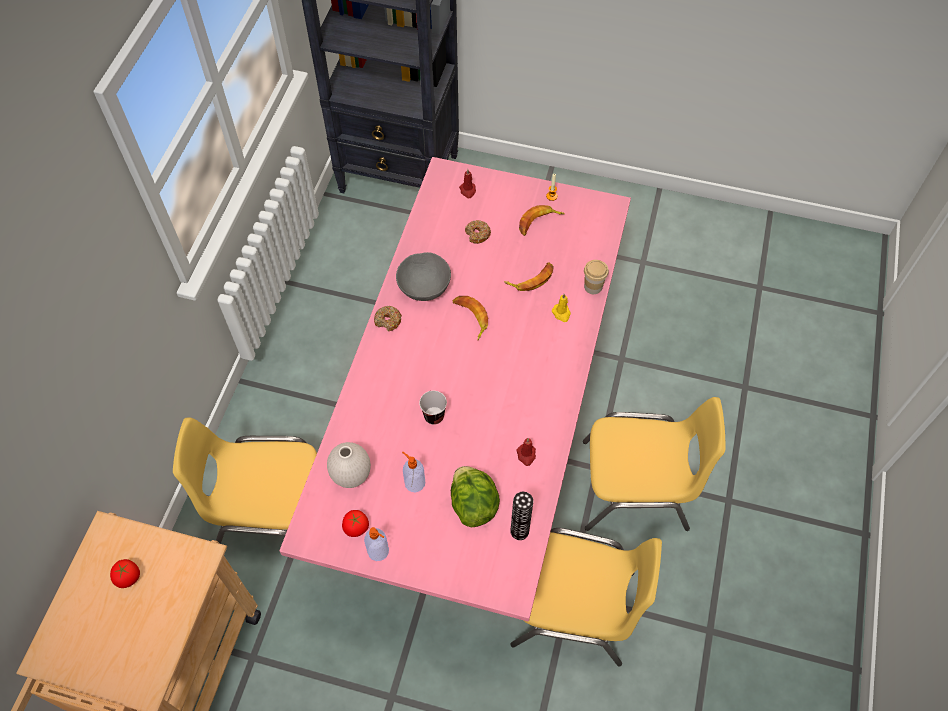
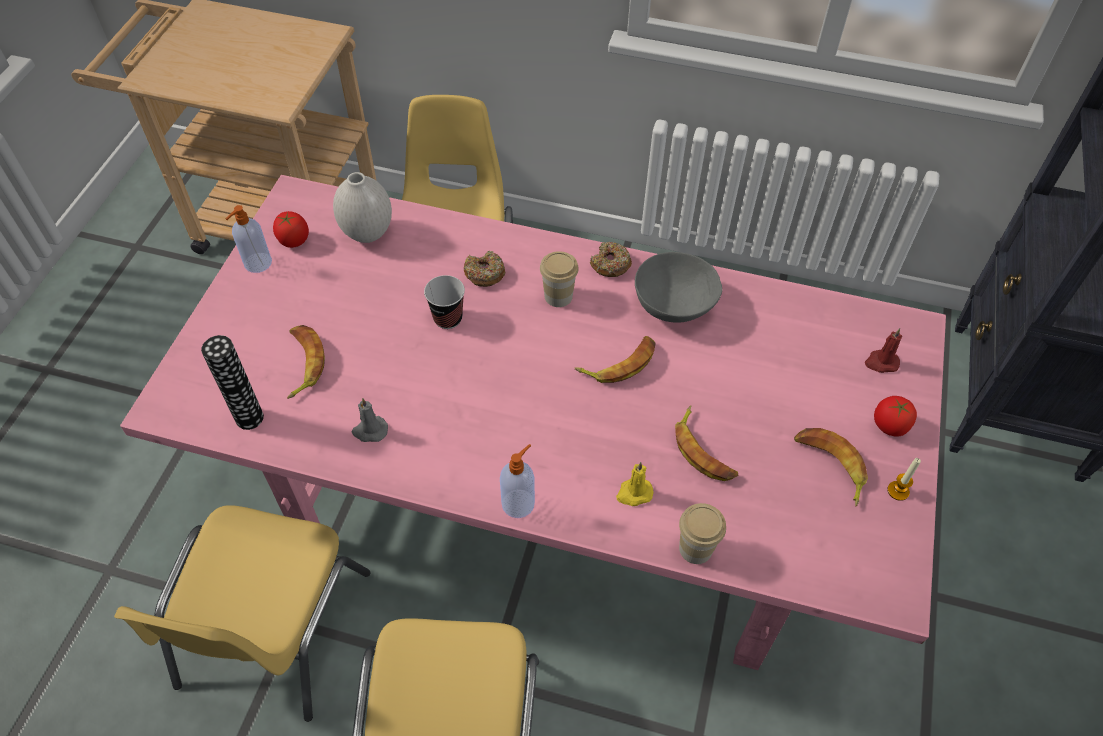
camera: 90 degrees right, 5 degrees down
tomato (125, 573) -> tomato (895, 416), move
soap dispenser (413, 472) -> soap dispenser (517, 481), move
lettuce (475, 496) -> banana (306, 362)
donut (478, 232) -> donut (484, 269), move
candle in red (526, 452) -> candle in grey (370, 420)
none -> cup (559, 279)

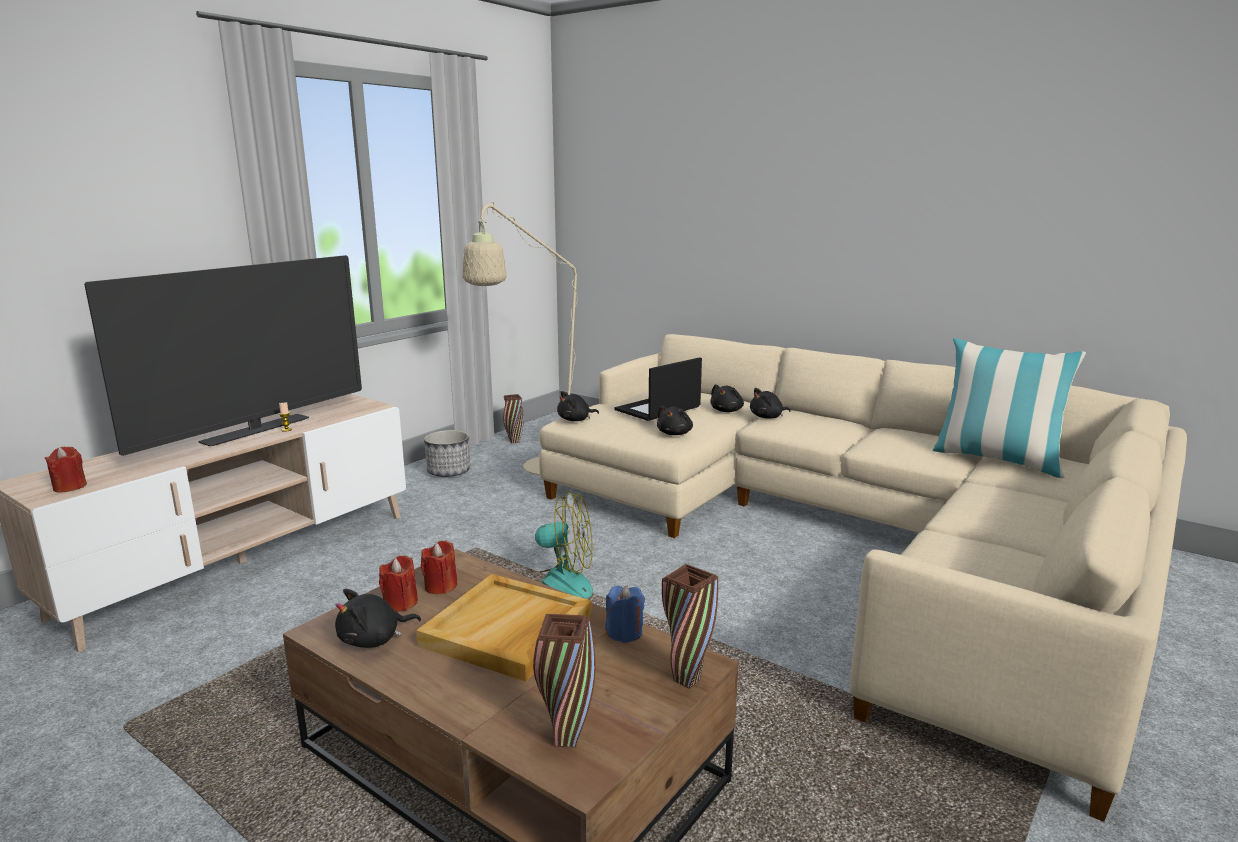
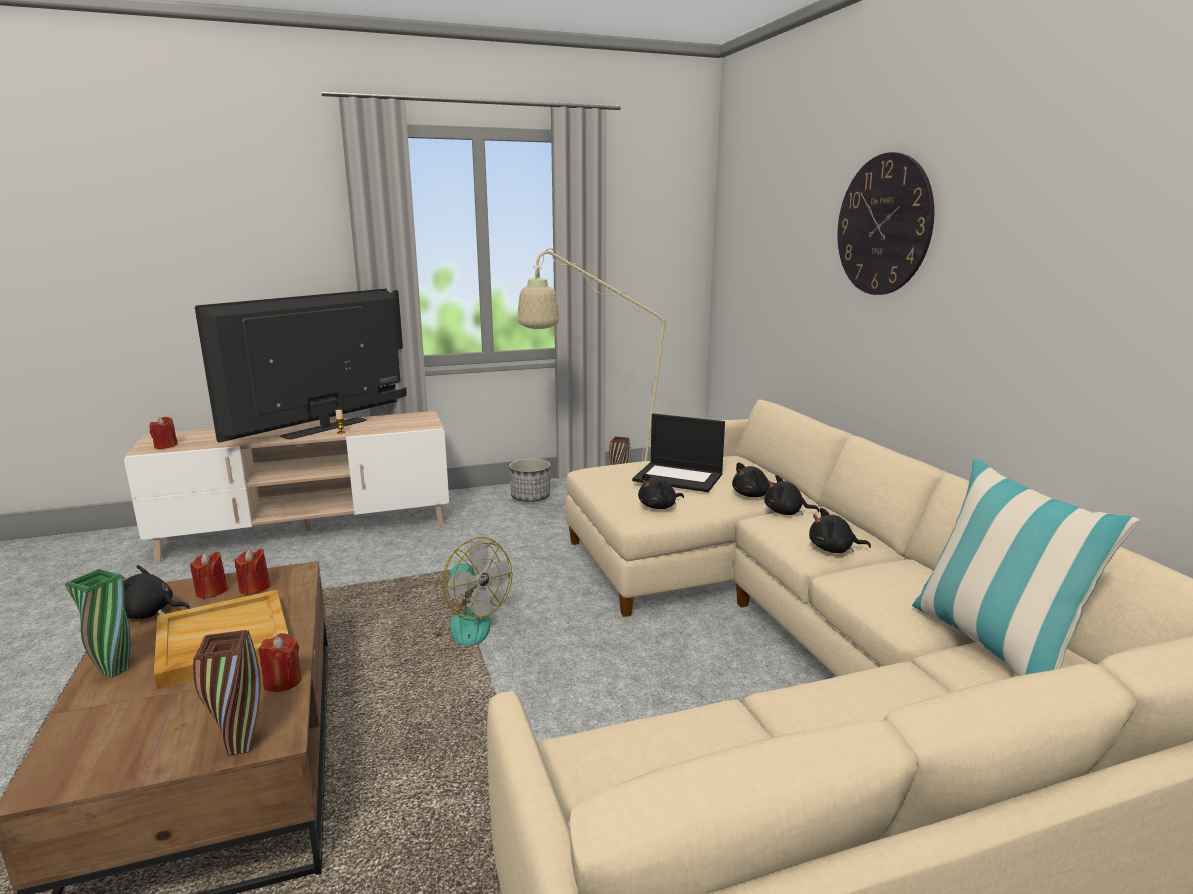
camera: 35 degrees right, 0 degrees up
television (223, 355) -> television (301, 366), 150 degrees clockwise
vase in brown (564, 681) -> none
plush toy in black (578, 406) -> plush toy in black (840, 530), move
candle in blue (625, 614) -> candle in red (280, 662)
laptop (658, 389) -> laptop (678, 452), 150 degrees counterclockwise
none -> vase in green (98, 623)
none -> wall clock (885, 223)

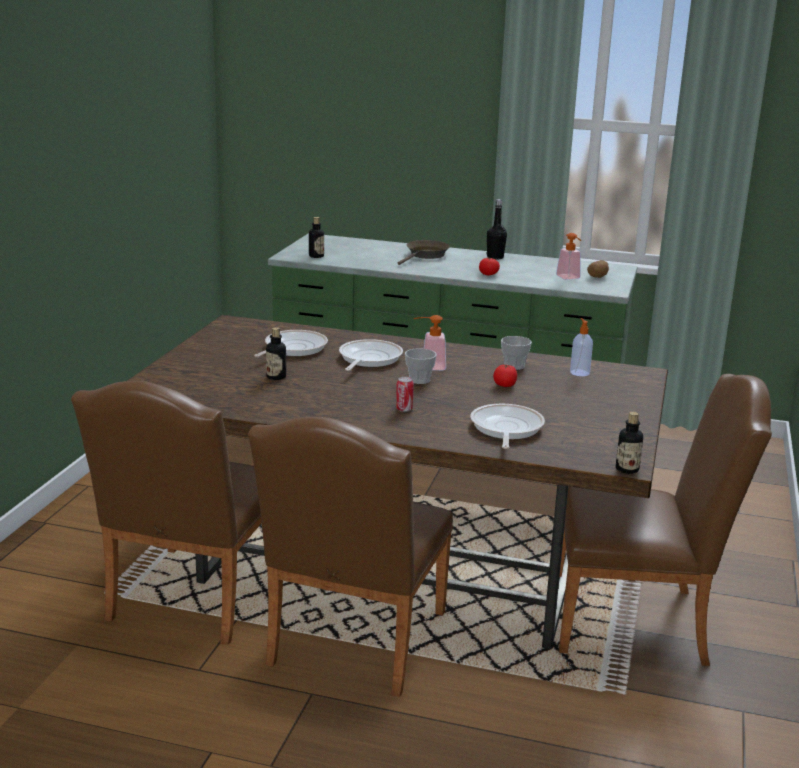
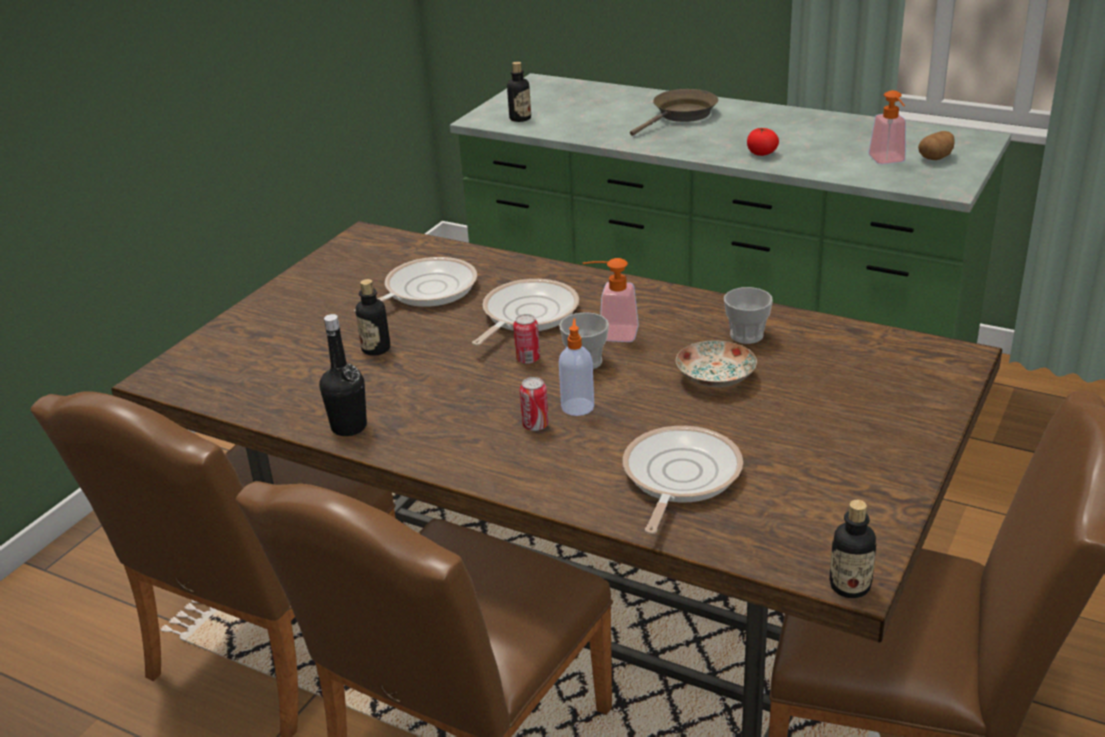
camera: 15 degrees right, 10 degrees up
bottle in black (497, 229) -> bottle in black (343, 375), move
tomato (505, 376) -> plate (716, 363)
soap dispenser (581, 347) -> soap dispenser (576, 367), move
none -> can (526, 339)

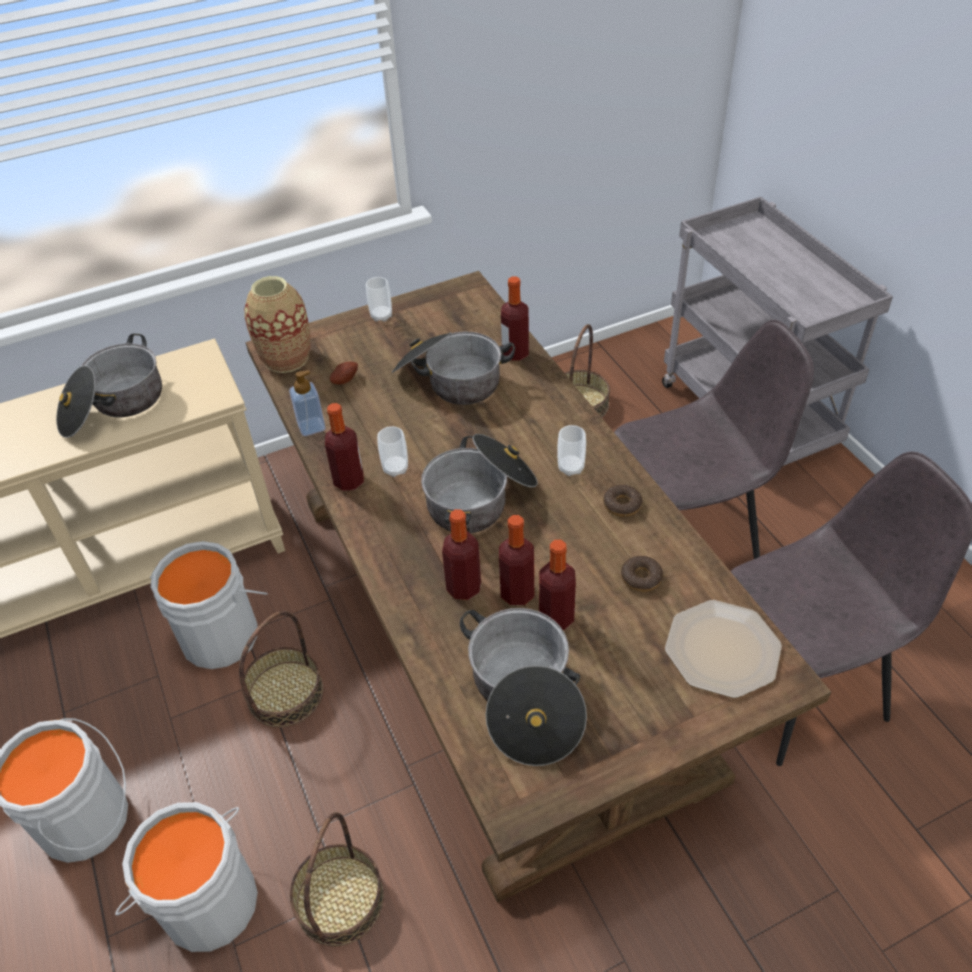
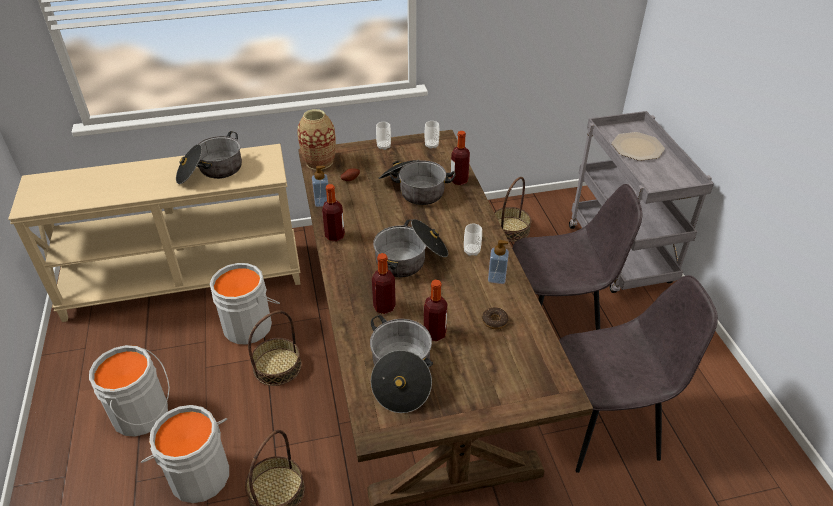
camera: 10 degrees right, 5 degrees down
cup (392, 451) -> cup (432, 135), move
bottle (516, 560) -> none
donut (622, 500) -> soap dispenser (498, 262)
plate (723, 649) -> plate (638, 146), move

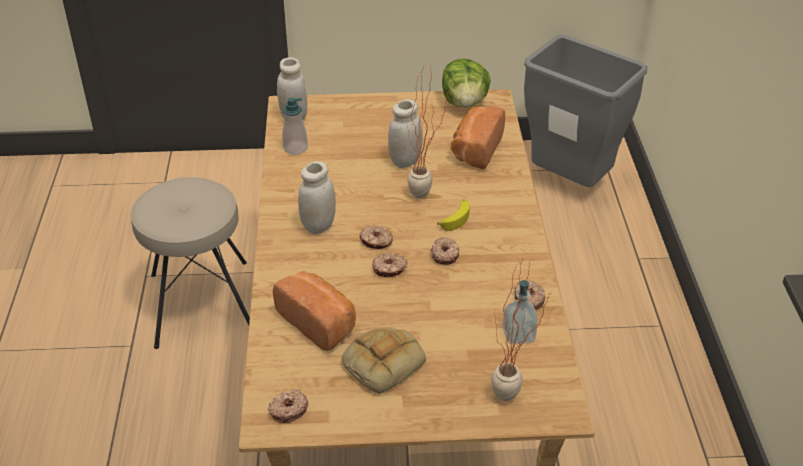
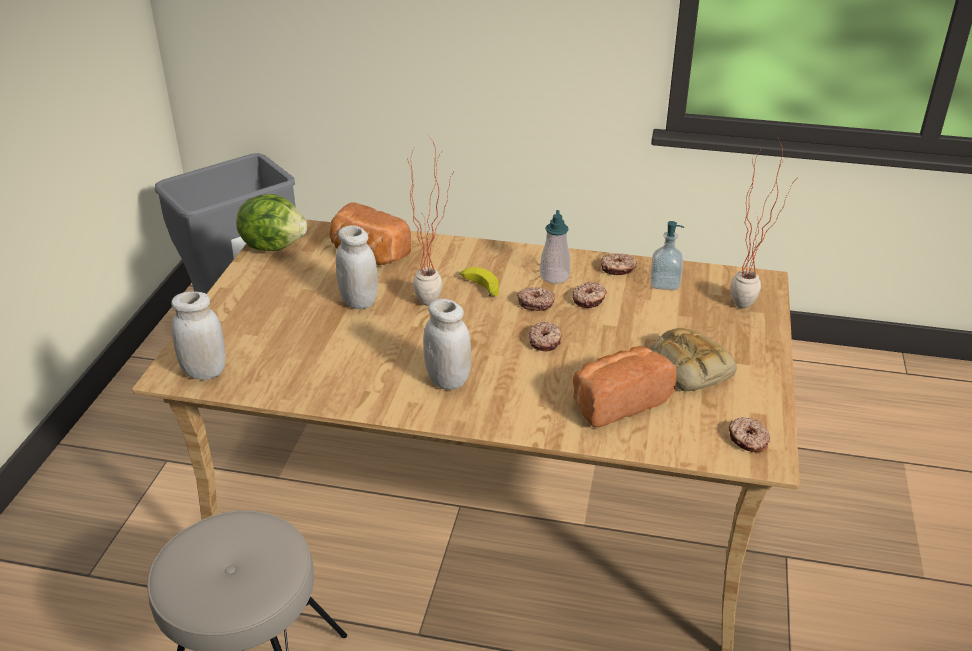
camera: 75 degrees left, 5 degrees down
soap dispenser (295, 126) -> soap dispenser (555, 247), move
donut (376, 237) -> donut (589, 295), move

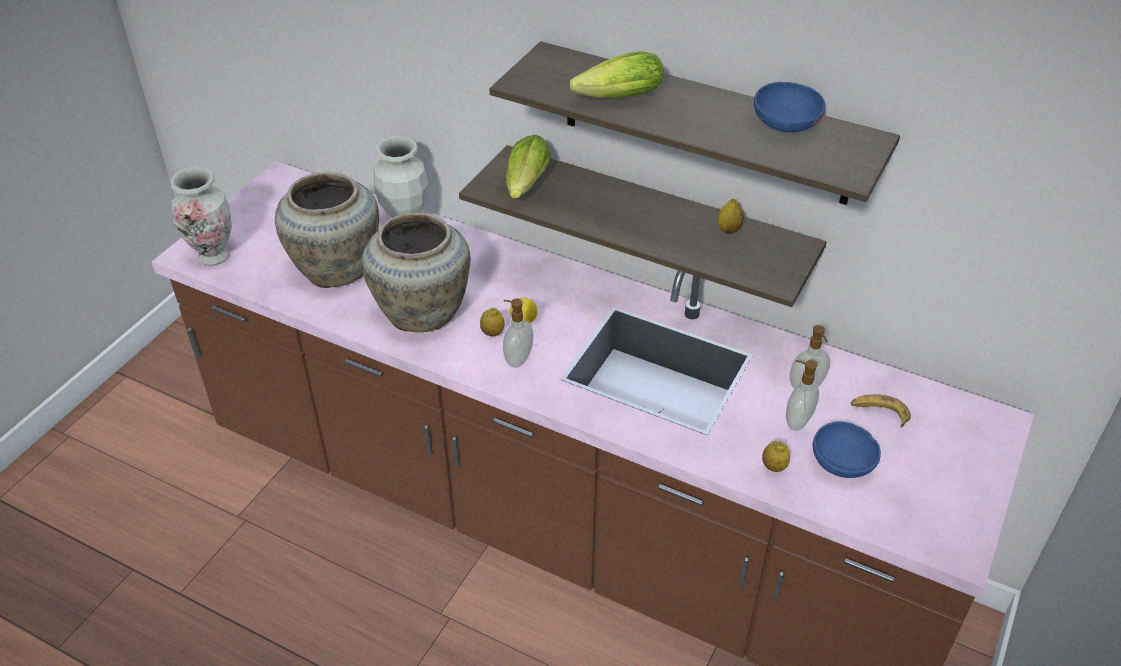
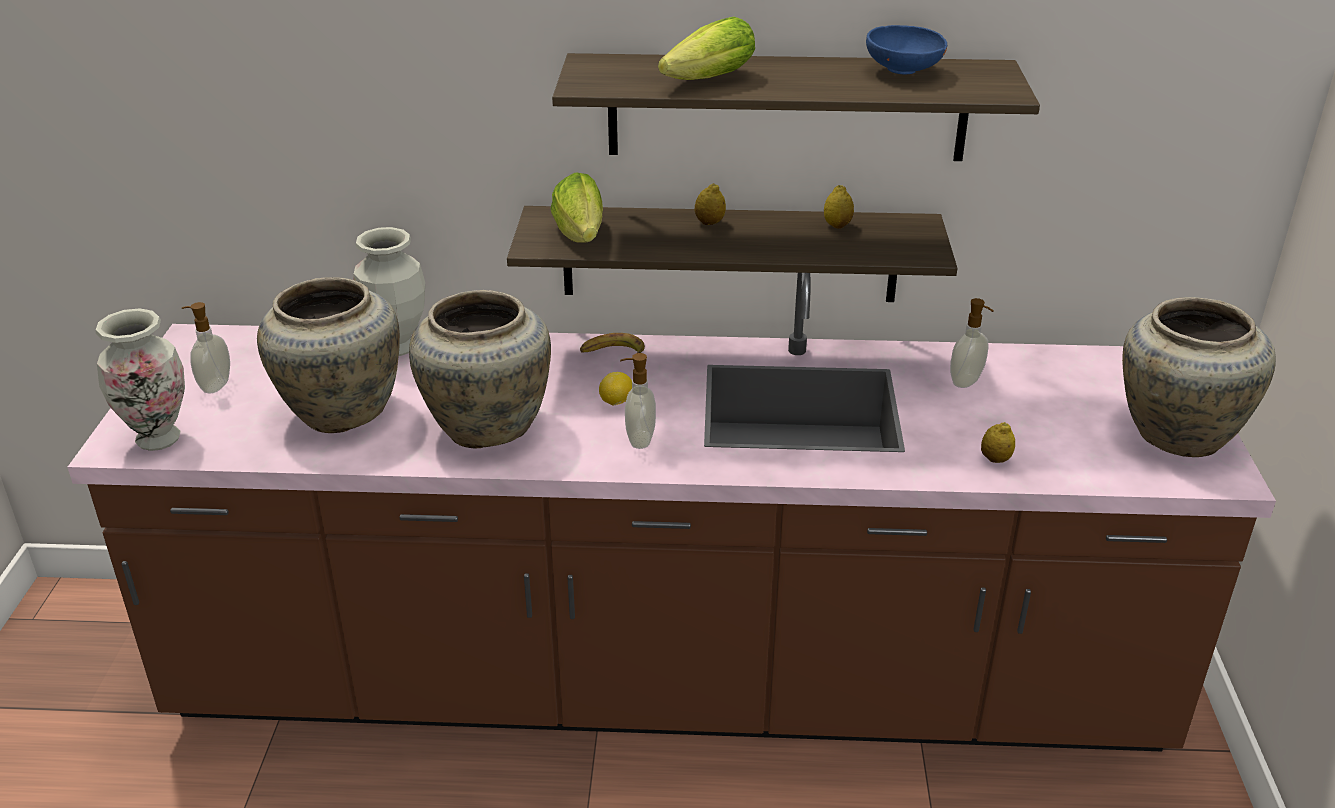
camera: 25 degrees left, 10 degrees down
lemon (492, 322) -> lemon (710, 204), move
soap dispenser (802, 395) -> soap dispenser (206, 347), move
bowl in blue (847, 450) -> none
banana (881, 410) -> banana (612, 343), move
none -> vase in beige (1199, 377)

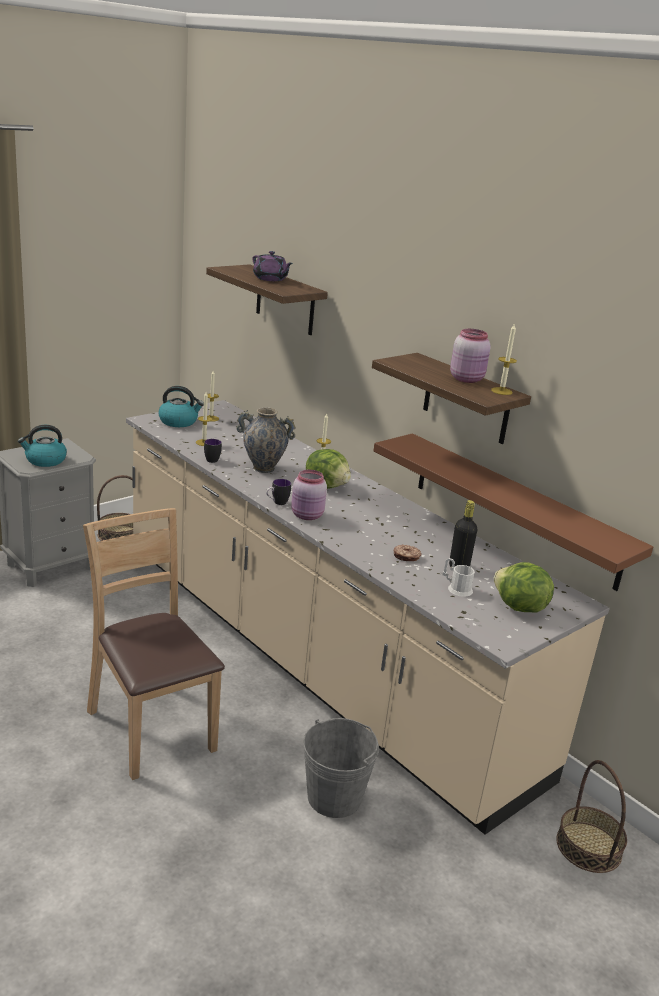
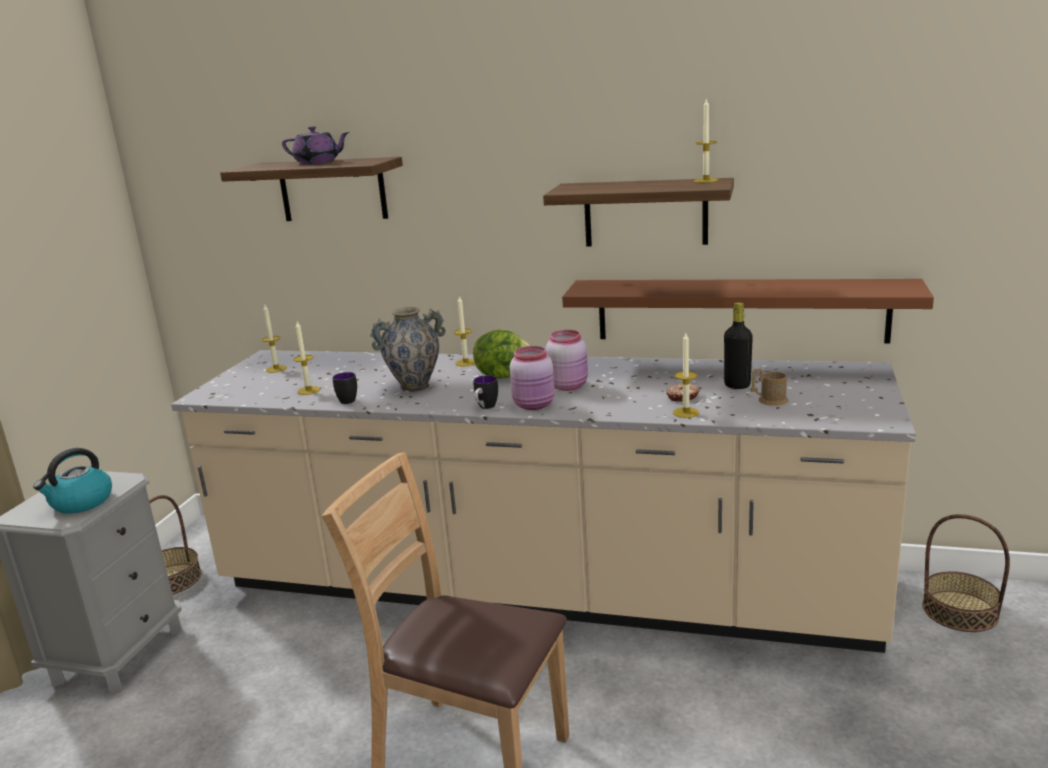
camera: 30 degrees left, 5 degrees down
kettle (181, 406) -> none
bucket in grey (341, 768) -> none
mug in white (459, 577) -> mug in brown (770, 387)
jar in pink (470, 356) -> jar in pink (566, 360), move
lettuce (524, 587) -> none
none -> candle (686, 375)

